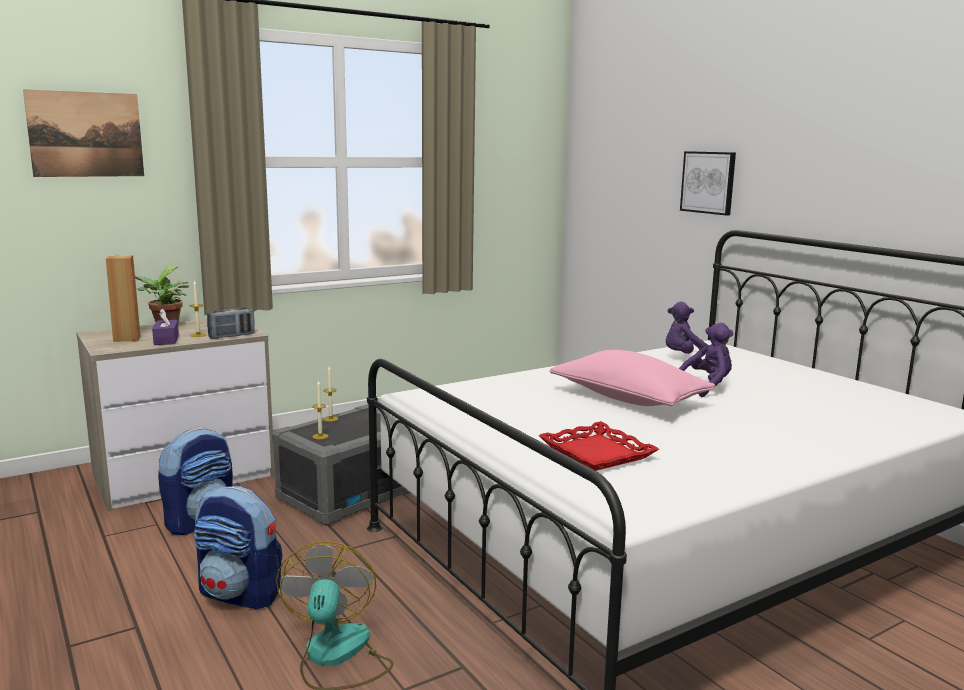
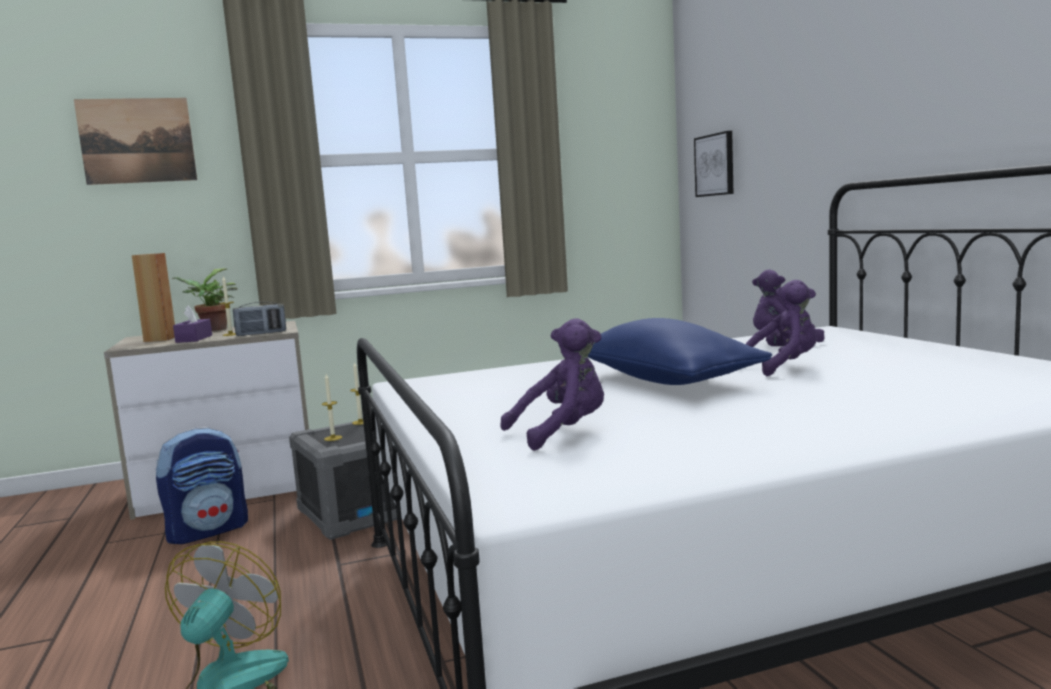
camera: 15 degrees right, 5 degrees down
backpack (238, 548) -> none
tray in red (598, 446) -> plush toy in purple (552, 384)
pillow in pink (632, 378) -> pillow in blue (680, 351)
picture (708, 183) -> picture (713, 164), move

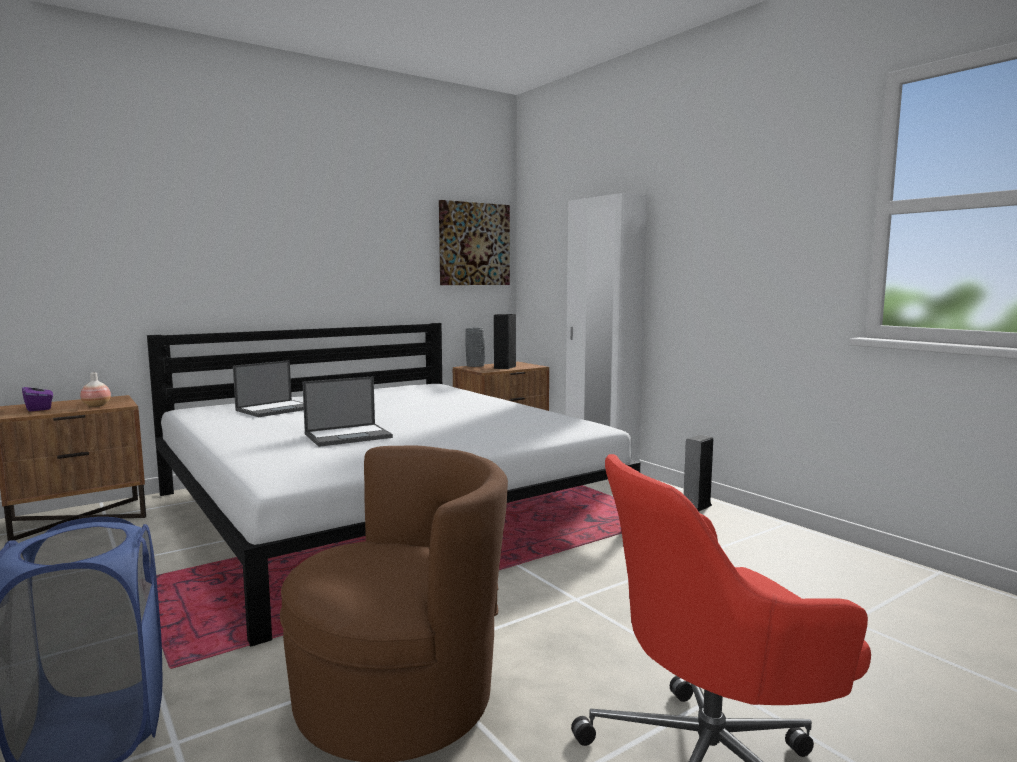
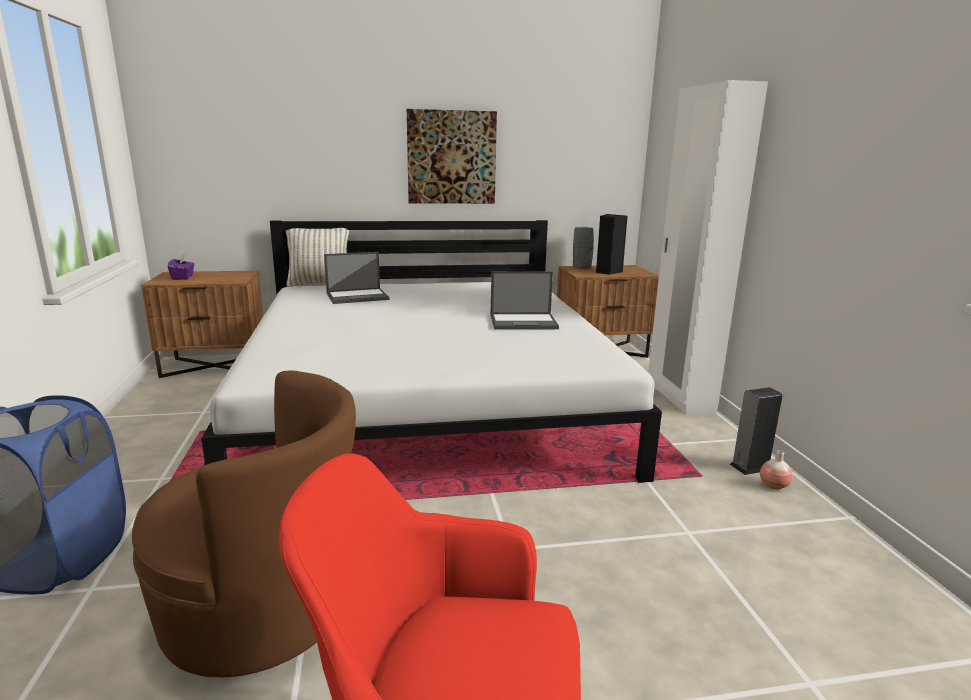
camera: 25 degrees right, 10 degrees up
vase (95, 389) -> vase (776, 469), move
laptop (347, 411) -> laptop (524, 300), move
picture (474, 242) -> picture (452, 156), move
none -> pillow (317, 257)

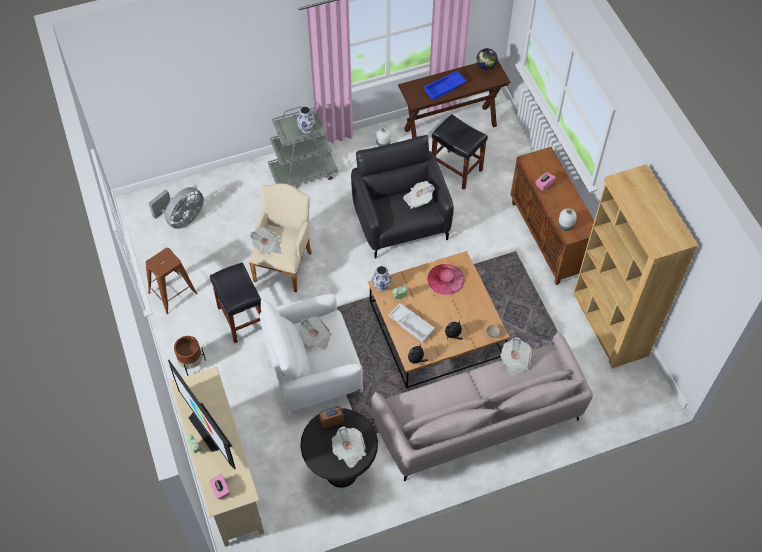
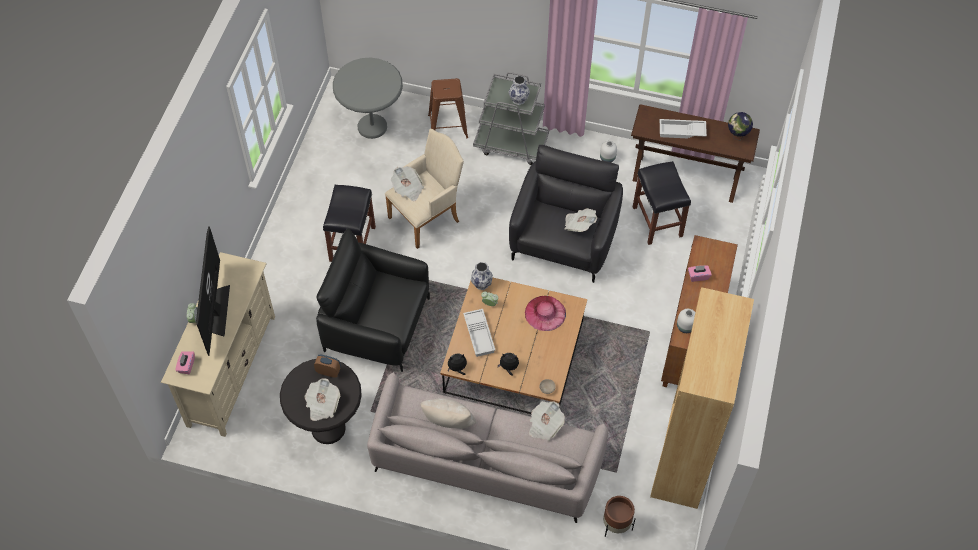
camera: 35 degrees right, 0 degrees up
stool in brown (172, 281) -> stool in brown (448, 108), move
fan in grey (176, 208) -> side table in grey (368, 98)
planter in brown (190, 356) -> planter in brown (619, 516), move
armchair in white (311, 355) -> armchair in black (373, 300)
newspaper (315, 333) -> none
tray in blue (445, 85) -> tray in white (683, 128)
none -> pillow in beige (448, 413)

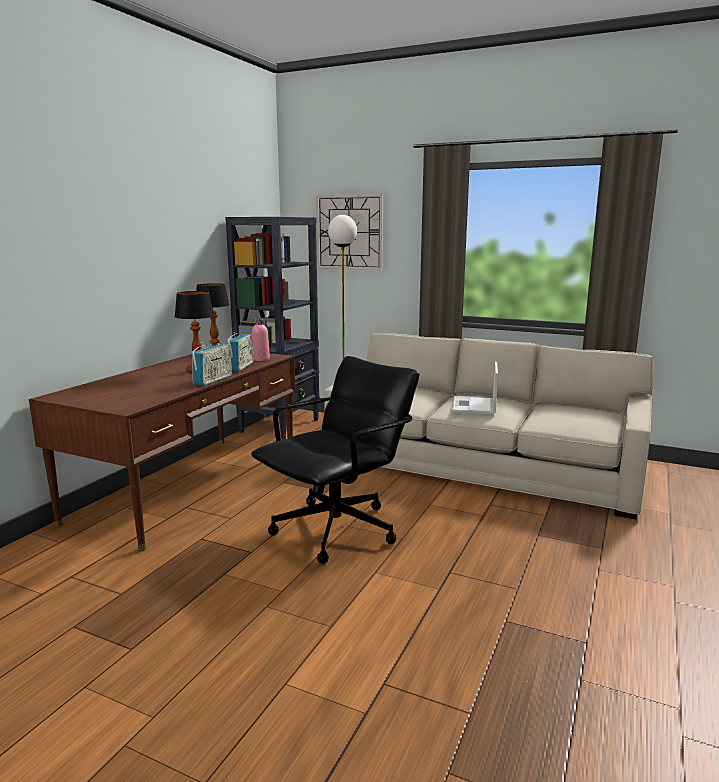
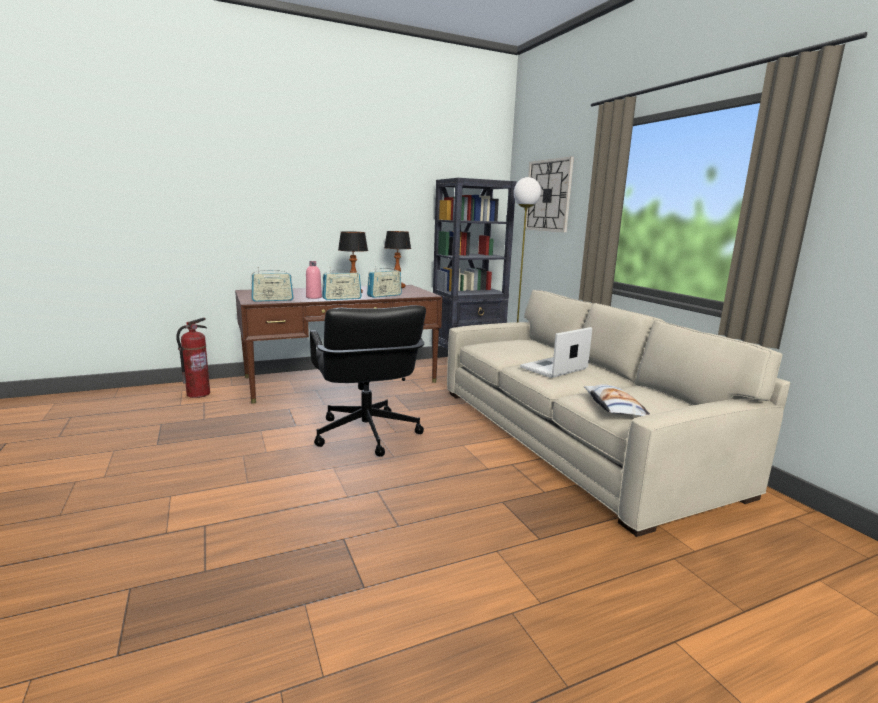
camera: 40 degrees right, 0 degrees up
office chair in black (335, 460) -> office chair in black (368, 381), 75 degrees clockwise
bottle in pink (261, 340) -> bottle in pink (314, 280), move
none -> fire extinguisher (193, 358)
none -> radio (272, 284)
none -> pillow (617, 400)

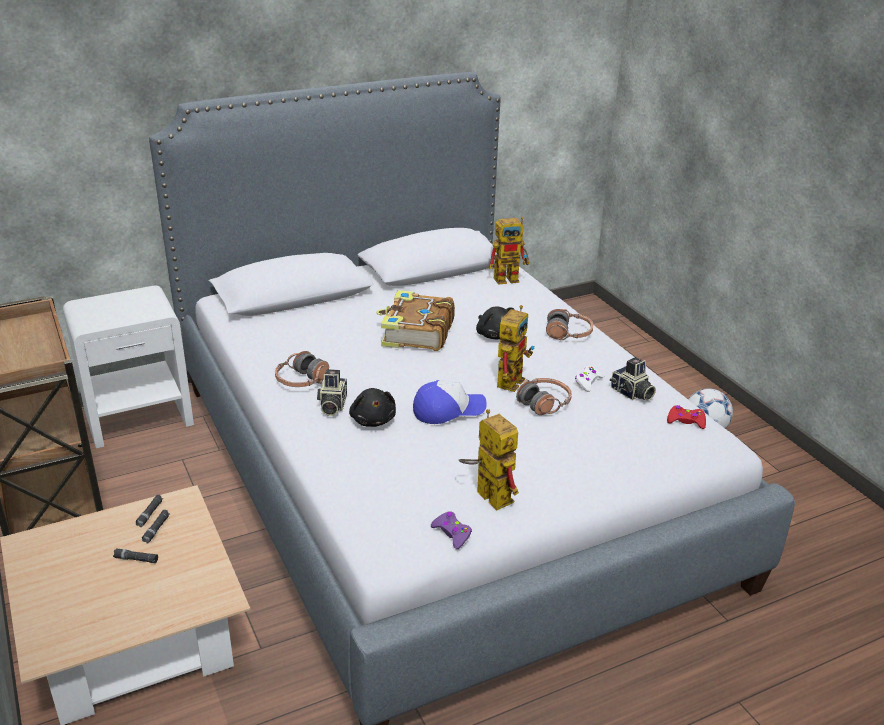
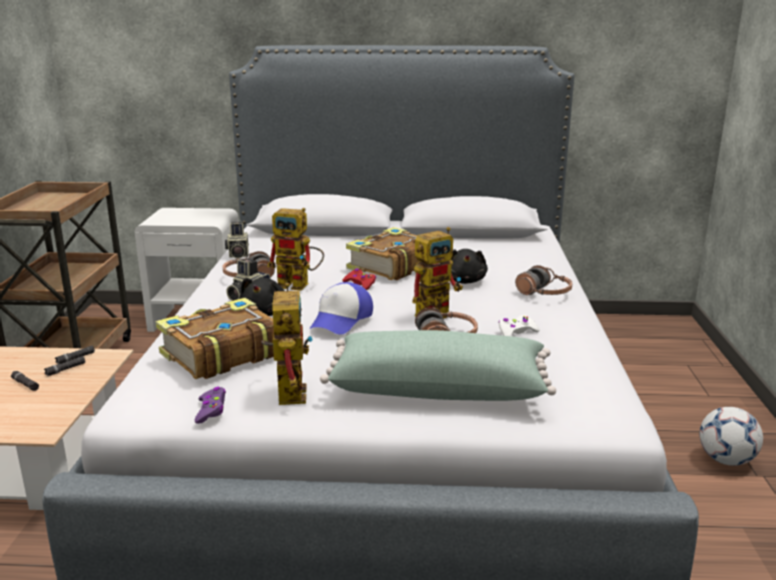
camera: 30 degrees right, 10 degrees down
cap (449, 402) -> cap (341, 308), 105 degrees clockwise
toy robot (509, 250) -> toy robot (295, 249), move
photo camera (633, 379) -> photo camera (237, 240), move
game controller in red (686, 417) -> game controller in red (359, 279), move
none -> book (215, 338)
none -> pillow in green (438, 365)

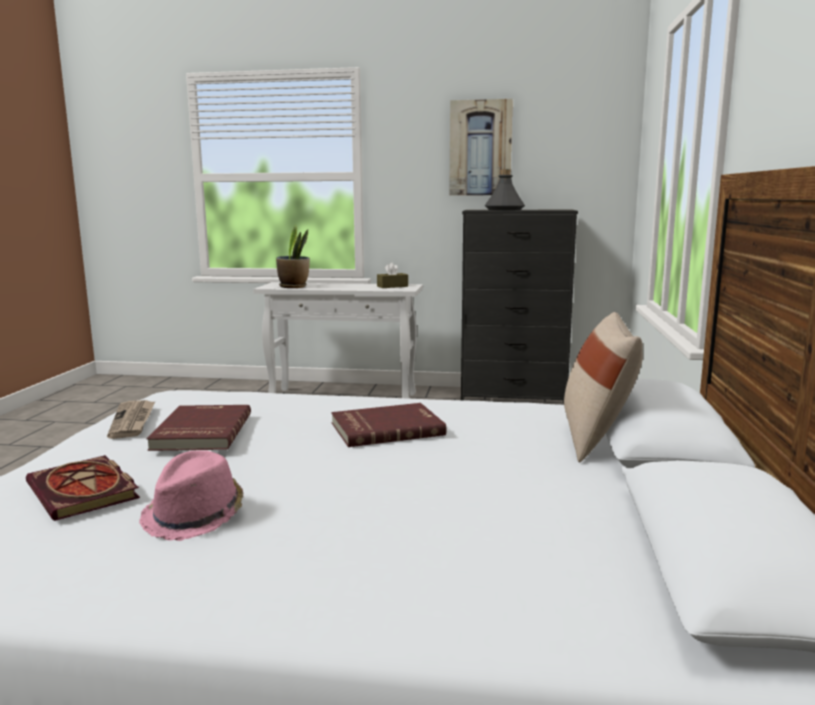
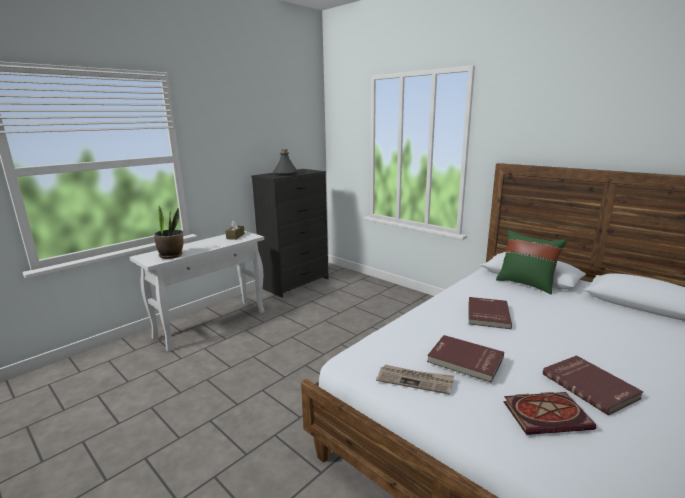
camera: 55 degrees left, 5 degrees up
hat in pink (191, 495) -> book in red (593, 385)
picture (481, 147) -> none
pillow in beige (603, 387) -> pillow in green (531, 262)

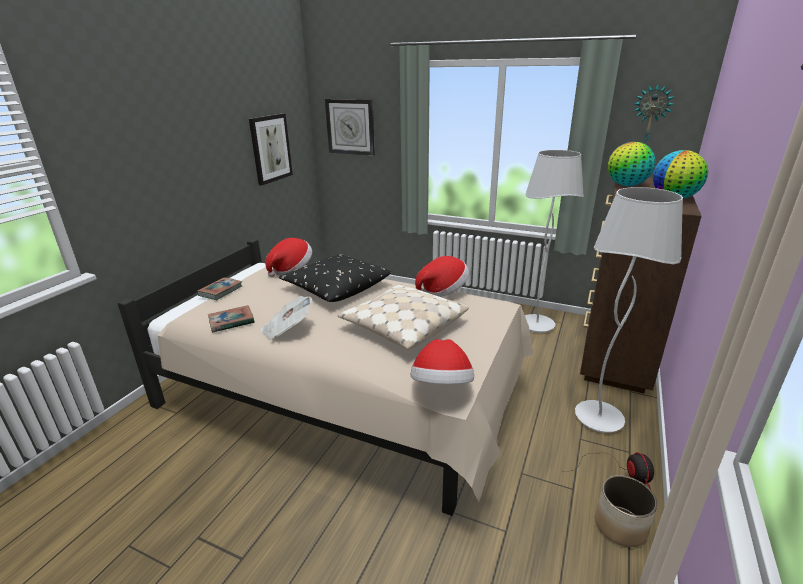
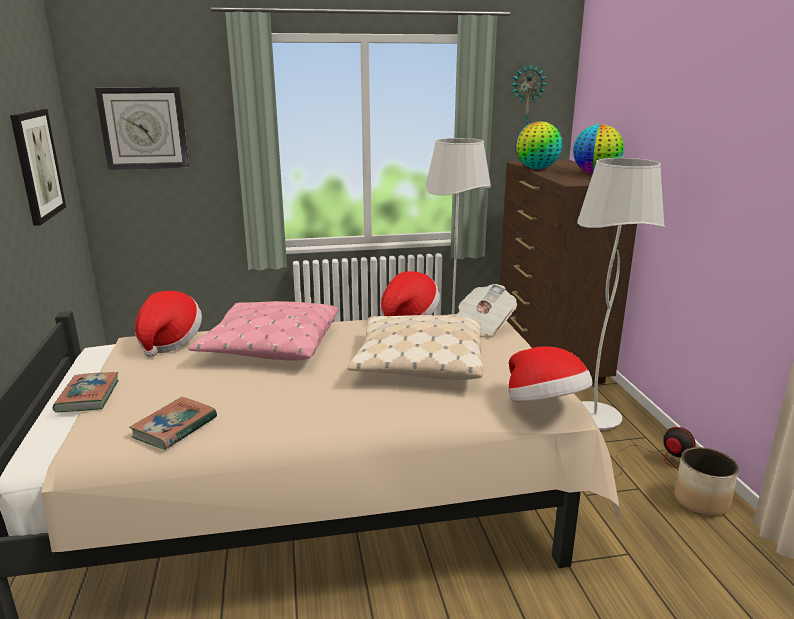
camera: 35 degrees left, 5 degrees down
newspaper (286, 318) -> newspaper (486, 310), move
pillow in black (335, 278) -> pillow in pink (263, 331)

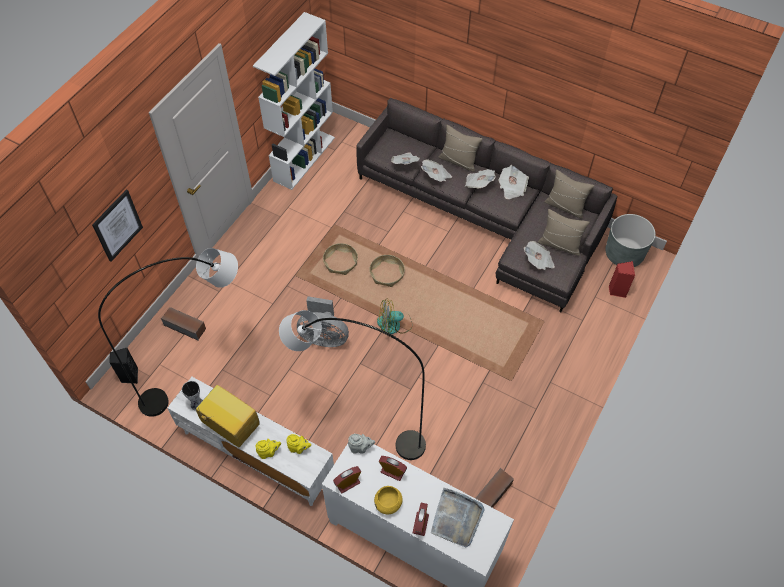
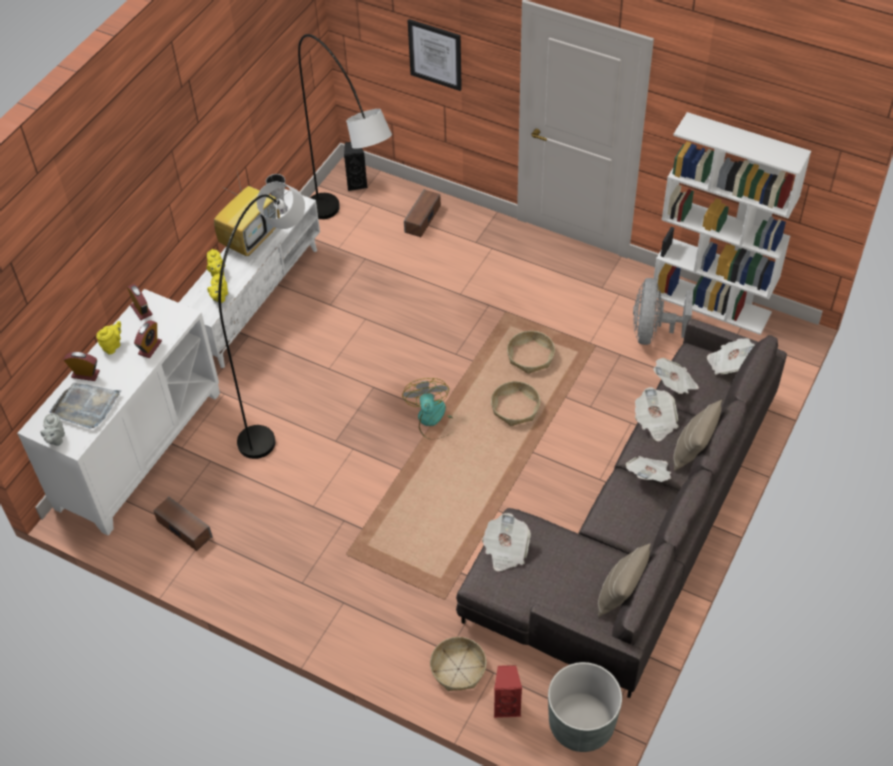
camera: 90 degrees right, 5 degrees down
fan in grey (323, 321) -> fan in grey (663, 311), move
teapot in grey (361, 444) -> teapot in grey (52, 429), move
bowl in yellow (388, 500) -> teapot in yellow (108, 338)
newspaper (513, 182) -> newspaper (731, 356), move
pillow in beige (564, 232) -> none
none -> basket (458, 664)

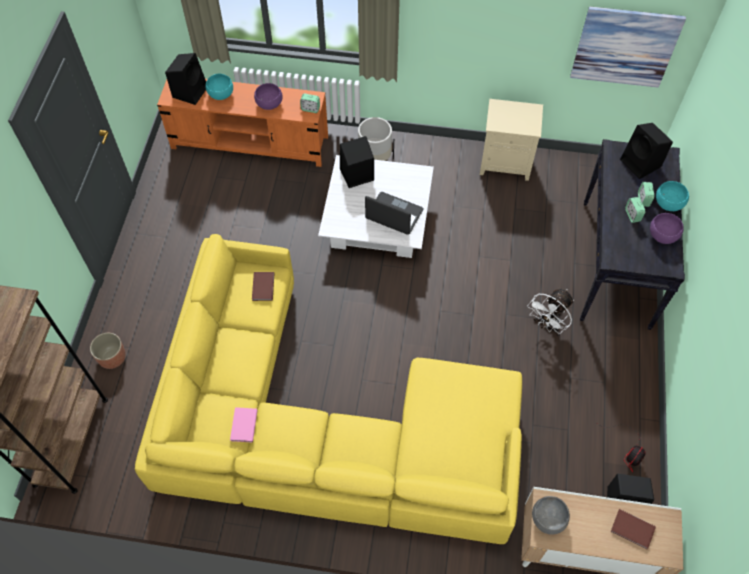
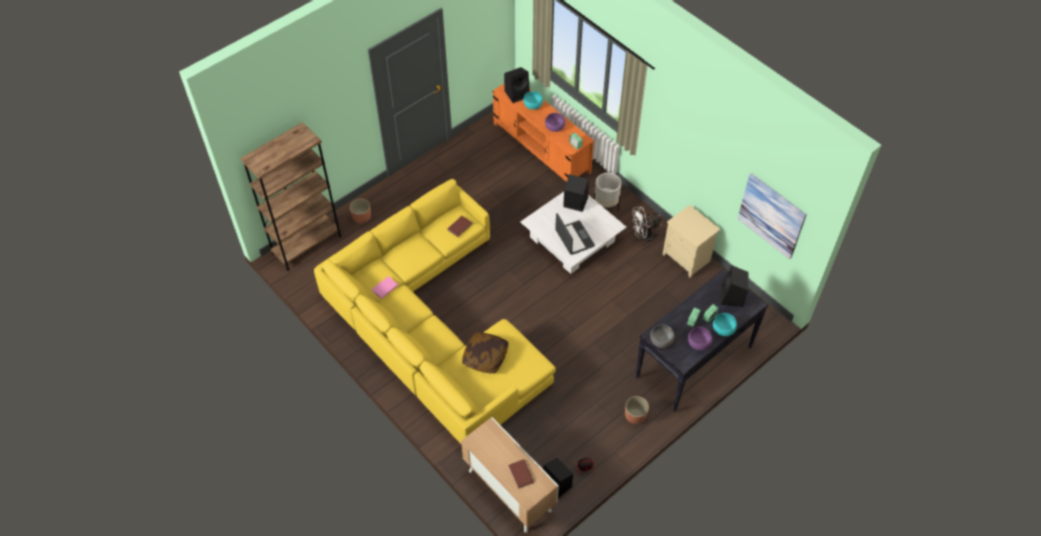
camera: 40 degrees right, 5 degrees down
fan in white (551, 313) -> fan in white (646, 226), move
bowl in grey (551, 515) -> bowl in grey (662, 336), move
none -> pillow (485, 352)
none -> planter (637, 410)

